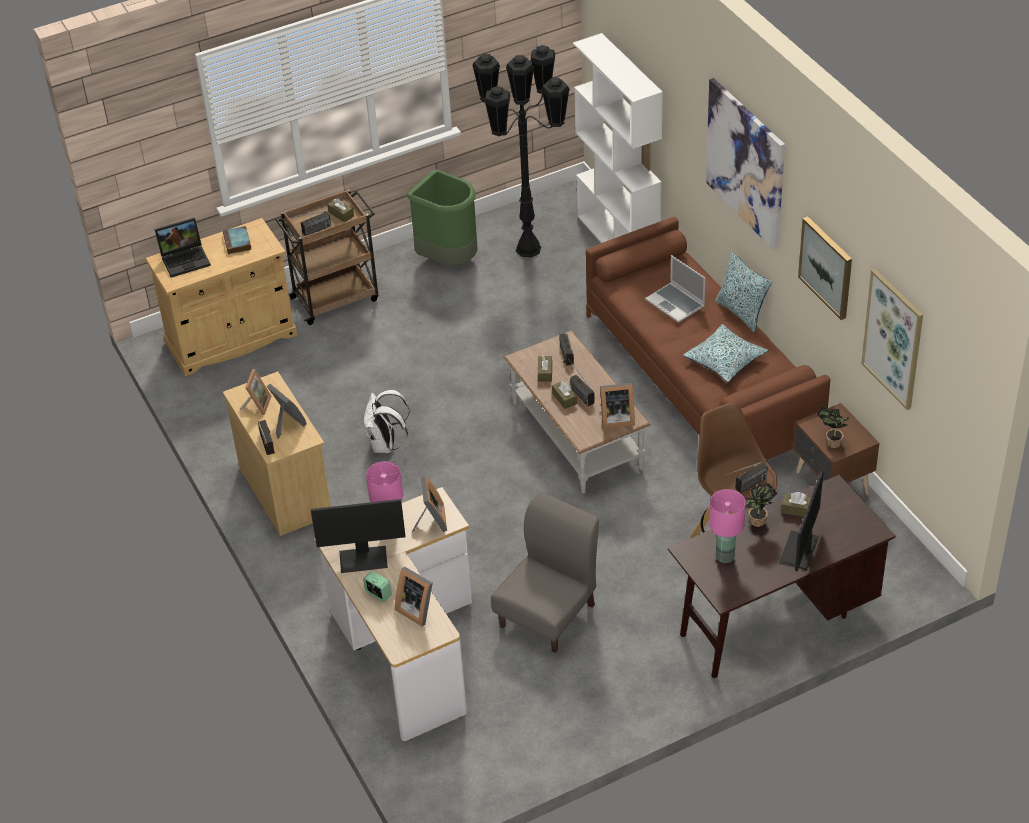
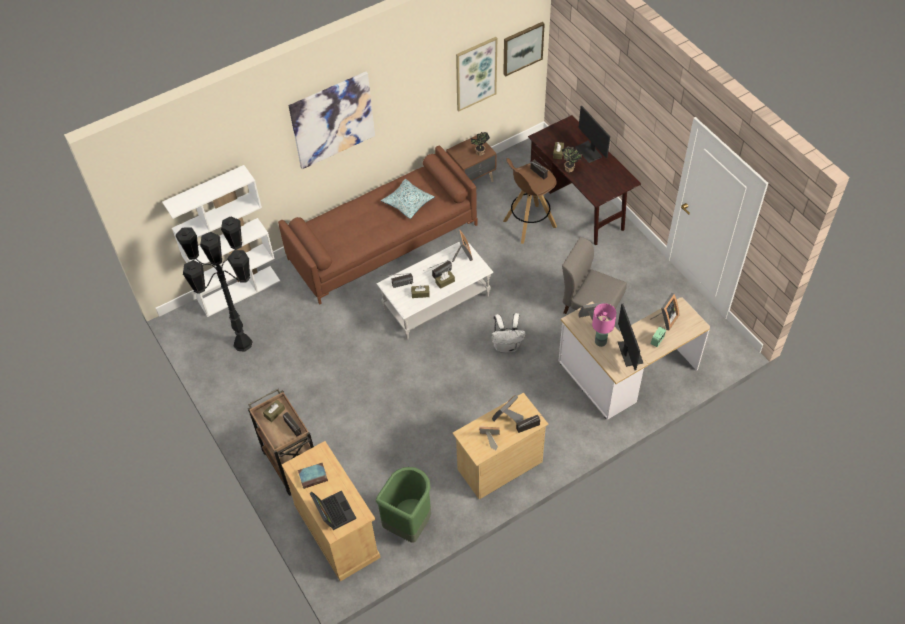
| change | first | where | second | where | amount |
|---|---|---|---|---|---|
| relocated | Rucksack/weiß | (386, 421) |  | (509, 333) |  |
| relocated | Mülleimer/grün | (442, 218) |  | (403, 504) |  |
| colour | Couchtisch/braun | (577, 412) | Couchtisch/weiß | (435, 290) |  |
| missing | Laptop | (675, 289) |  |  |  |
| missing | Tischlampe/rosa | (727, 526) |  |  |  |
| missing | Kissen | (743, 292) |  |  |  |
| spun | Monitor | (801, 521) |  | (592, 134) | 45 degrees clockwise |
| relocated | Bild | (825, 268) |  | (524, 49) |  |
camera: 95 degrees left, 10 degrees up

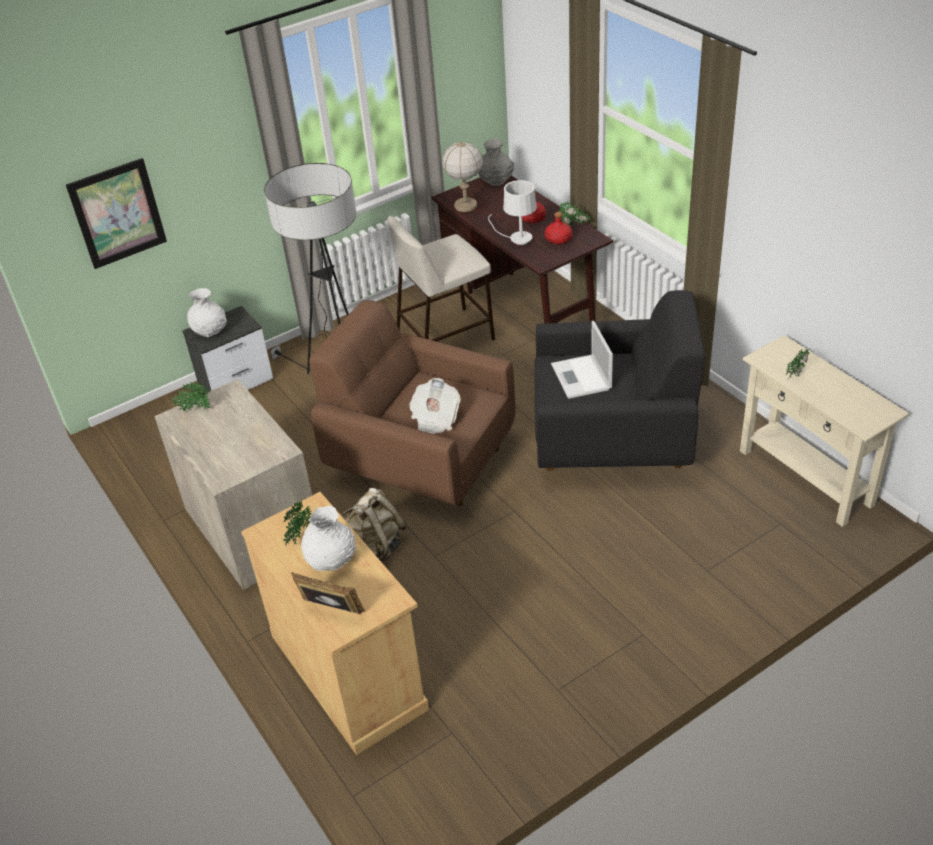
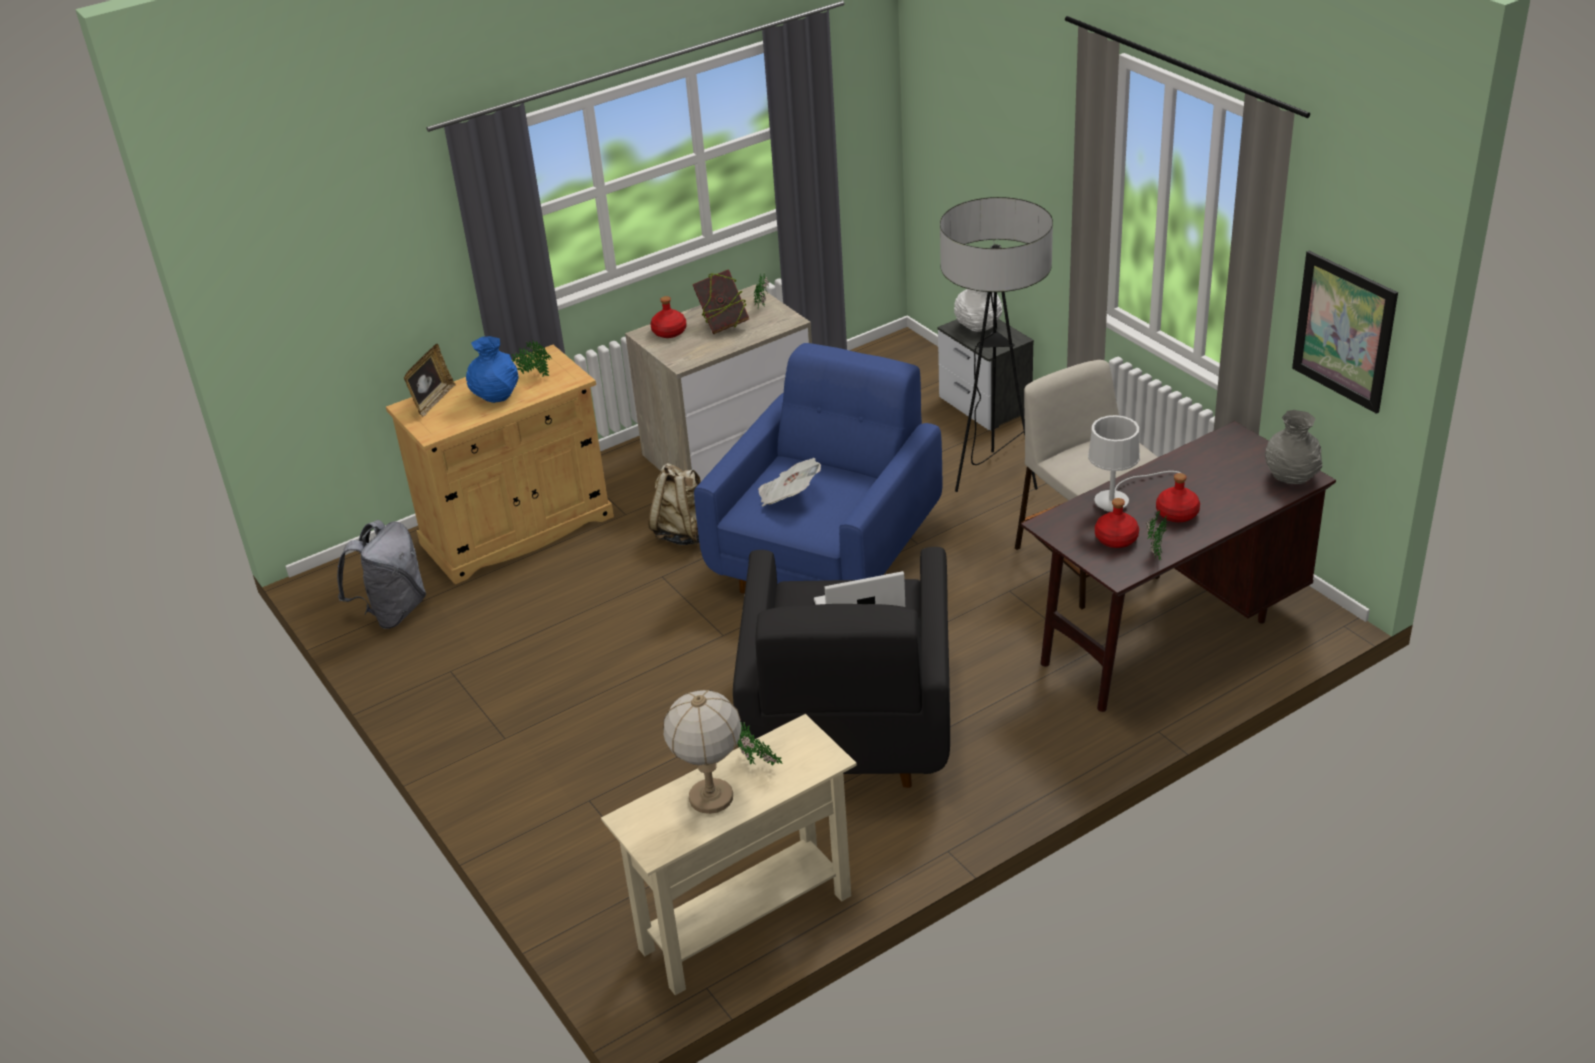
| change | first | where | second | where | amount |
|---|---|---|---|---|---|
| relocated | Bild | (116, 213) |  | (1345, 332) |  |
| colour | Vase/weiß | (328, 538) | Vase/blau | (492, 369) |  |
| colour | Sessel/braun | (412, 403) | Sessel/blau | (818, 468) |  |
| relocated | Tischlampe | (463, 176) |  | (702, 752) |  |
| appeared |  |  | Rucksack/grau | (381, 574) |  |
| appeared |  |  | Flasche/rot | (668, 317) |  |
| appeared |  |  | Buch | (721, 301) |  |
camera: 90 degrees right, 5 degrees down

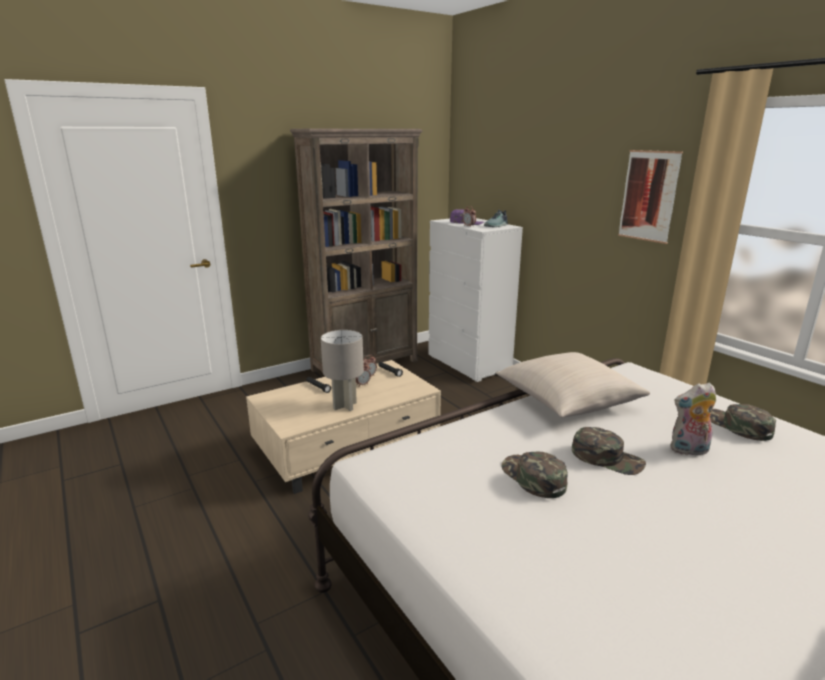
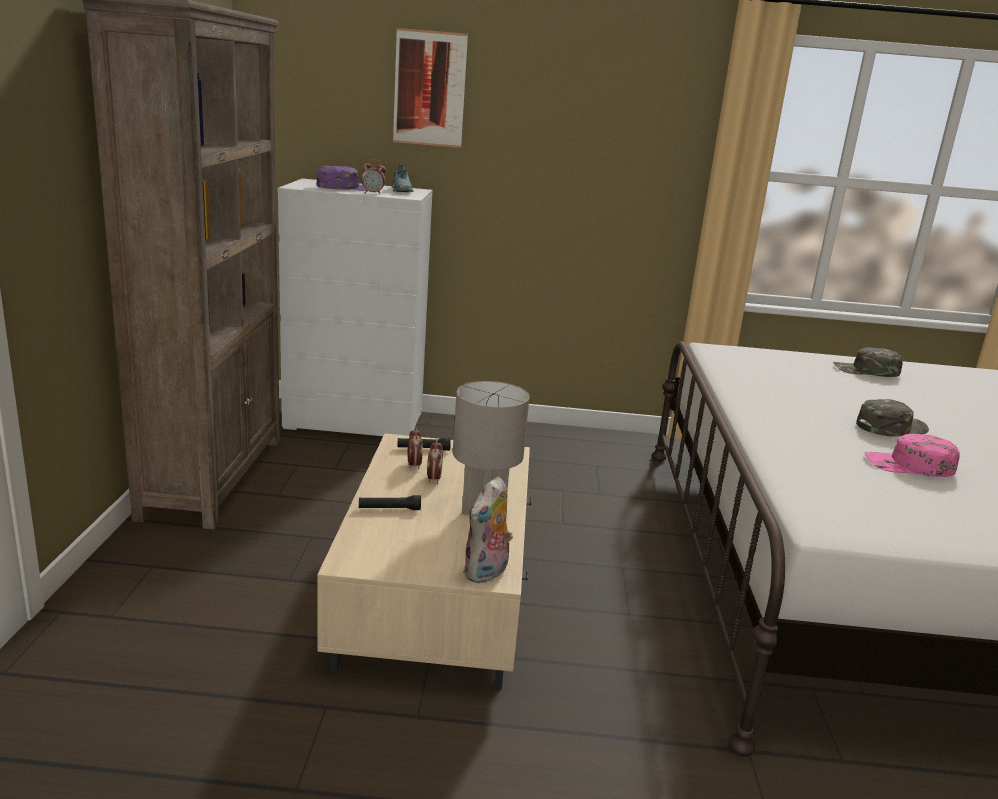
| change | first | where | second | where | amount |
|---|---|---|---|---|---|
| missing | Kissen/beige | (573, 385) |  |  |  |
| colour | Kappe/grün | (535, 474) | Kappe/rosa | (912, 455) |  |
| relocated | Bild | (650, 197) |  | (430, 88) |  |
| relocated | Plüschtier | (693, 418) |  | (488, 530) |  |
camera: 55 degrees left, 0 degrees up

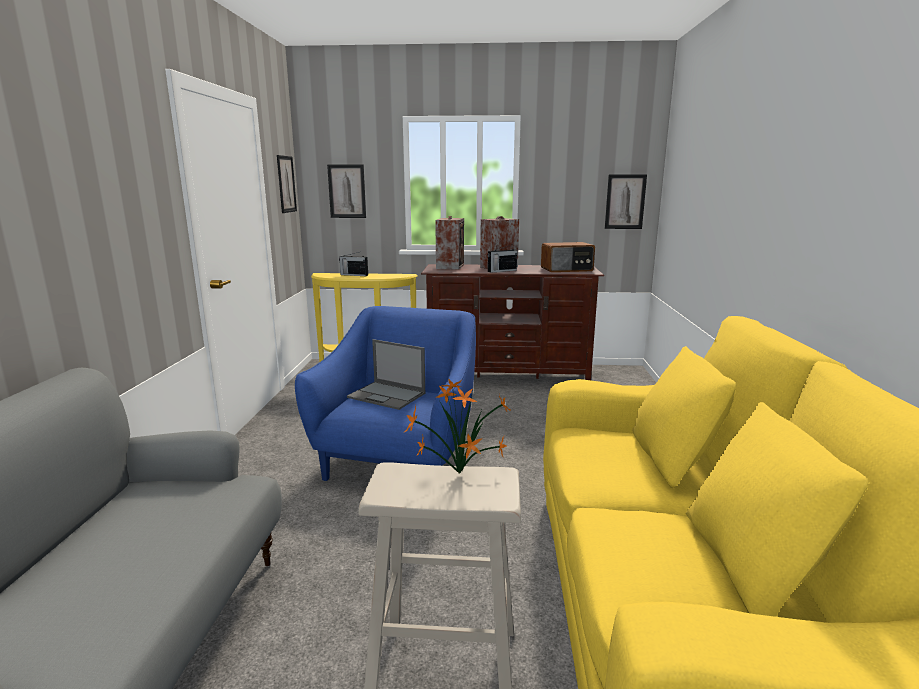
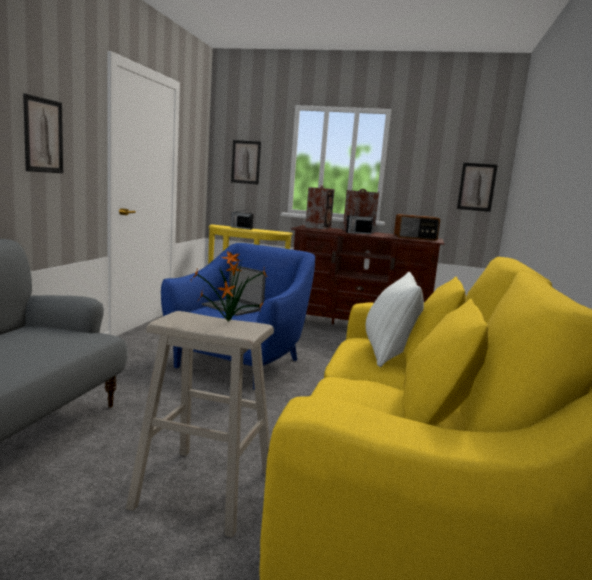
| change | first | where | second | where | amount |
|---|---|---|---|---|---|
| relocated | Bild | (287, 184) |  | (43, 133) |  |
| appeared |  |  | Kissen/weiß | (395, 319) |  |
camera: 10 degrees right, 5 degrees down

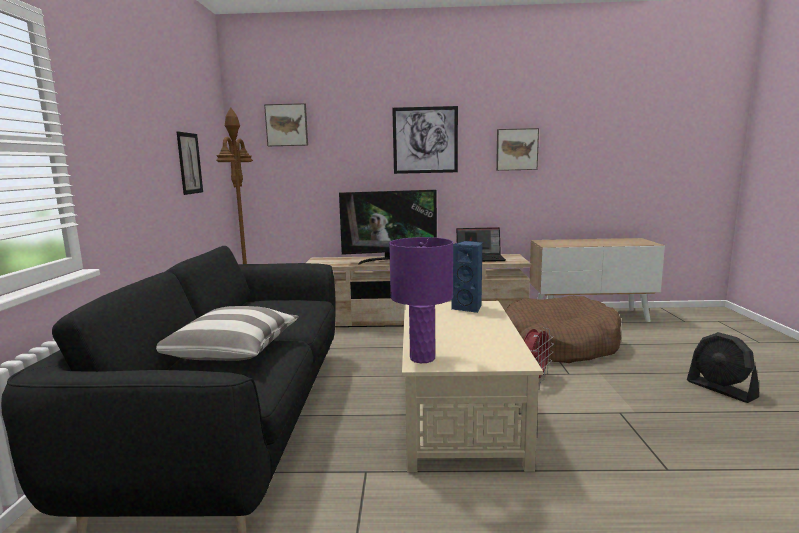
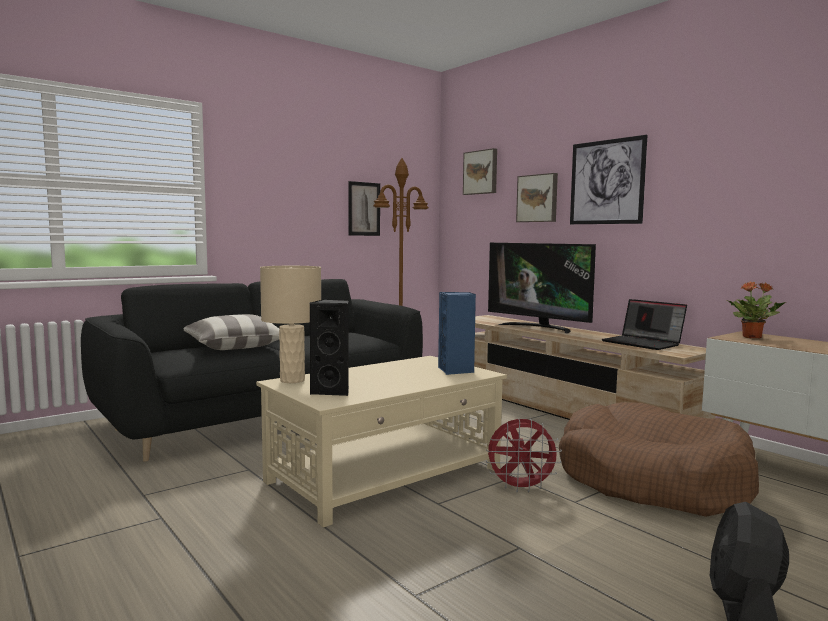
| change | first | where | second | where | amount |
|---|---|---|---|---|---|
| colour | Tischlampe/lila | (421, 300) | Tischlampe/beige | (290, 324) |  |
| relocated | Bild | (517, 149) |  | (537, 197) |  |
| appeared |  |  | Lautsprecher/schwarz | (329, 347) |  |
| appeared |  |  | Topfpflanze | (757, 310) |  |
camera: 50 degrees right, 5 degrees down

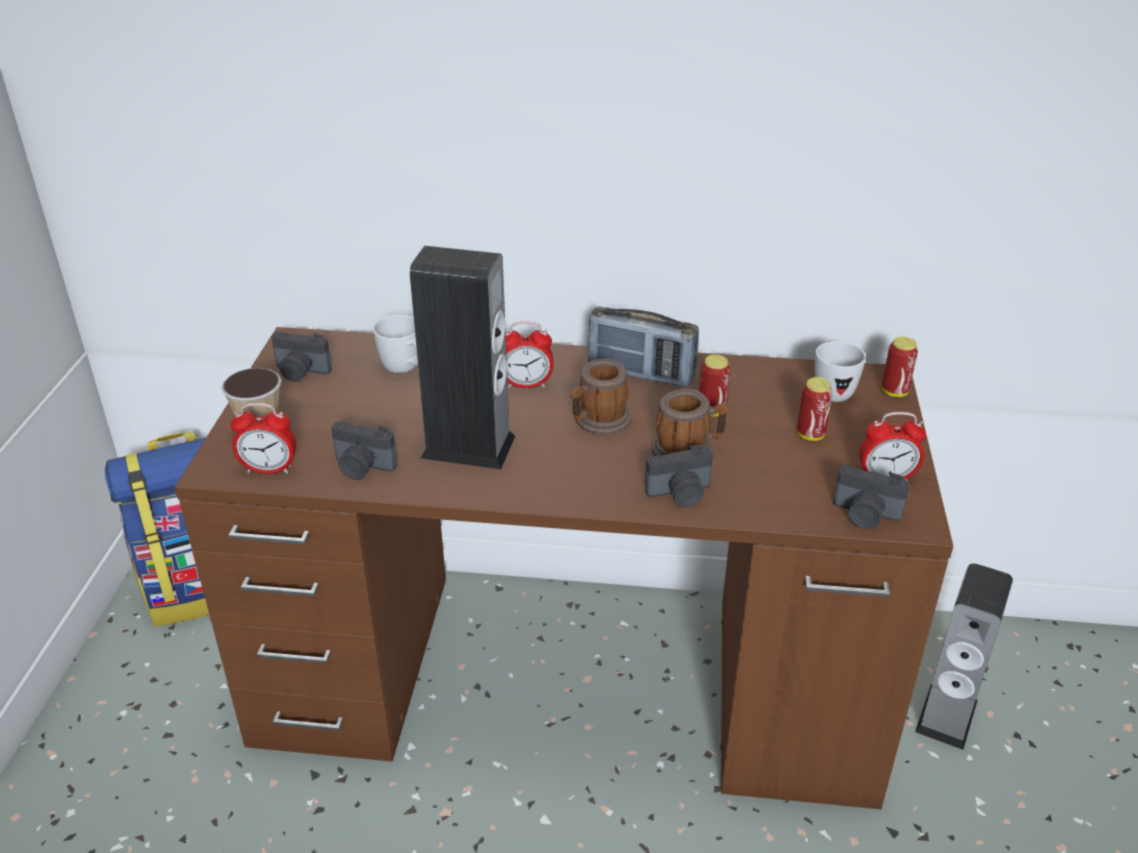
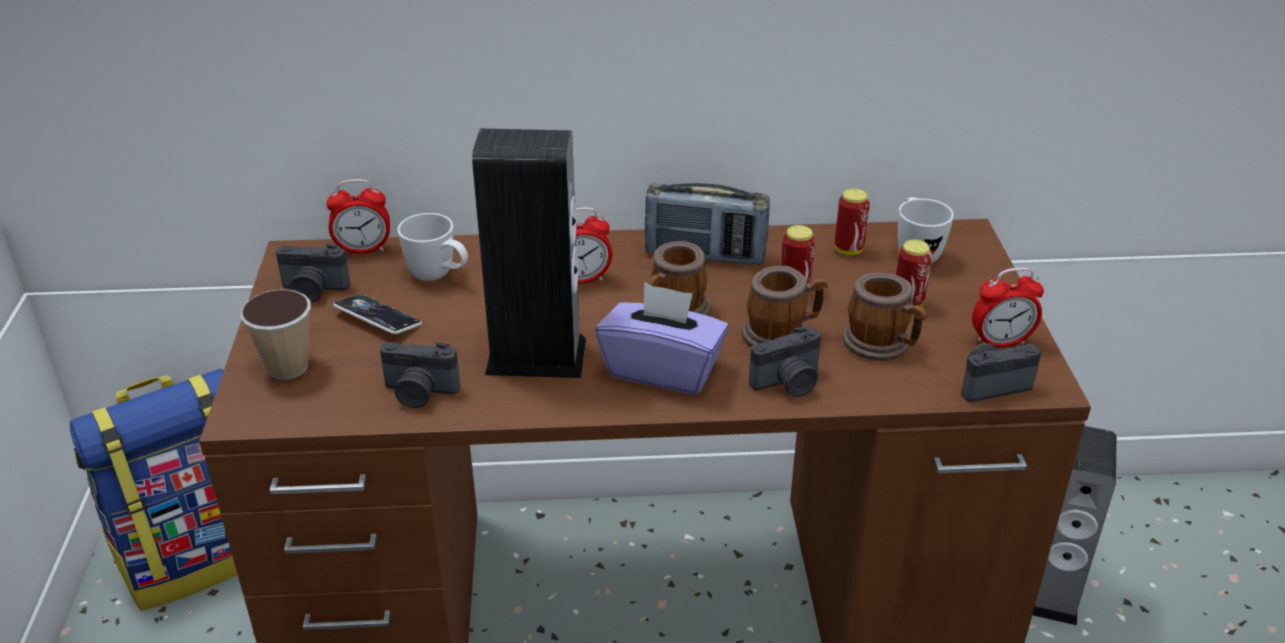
| change | first | where | second | where | amount |
|---|---|---|---|---|---|
| relocated | Wecker | (263, 438) |  | (358, 216) |  |
| spun | Kamera | (871, 497) |  | (1001, 372) | 150 degrees clockwise |
| relocated | Dose | (900, 367) |  | (852, 221) |  |
| appeared |  |  | Handy | (377, 314) |  |
| appeared |  |  | Taschentuchbox/lila | (662, 338) |  |
| appeared |  |  | Henkelbecher | (884, 317) |  |
camera: 10 degrees left, 0 degrees up

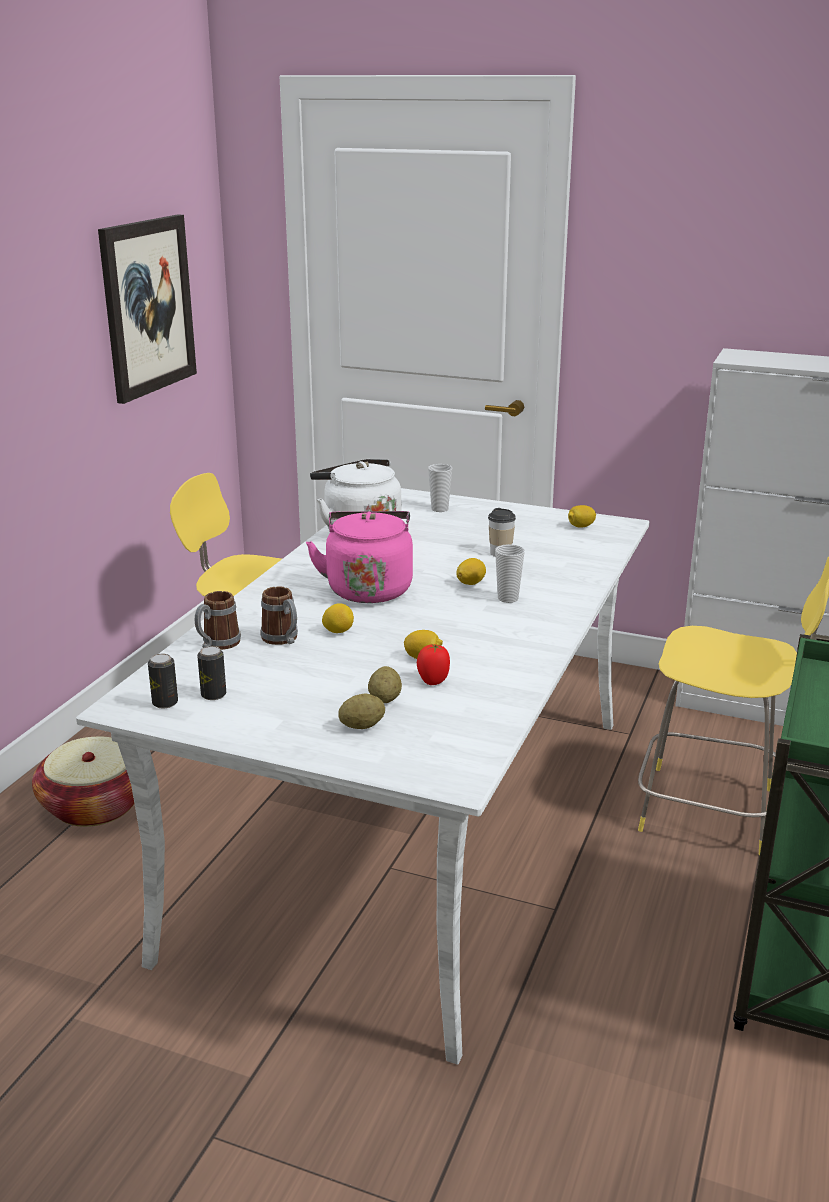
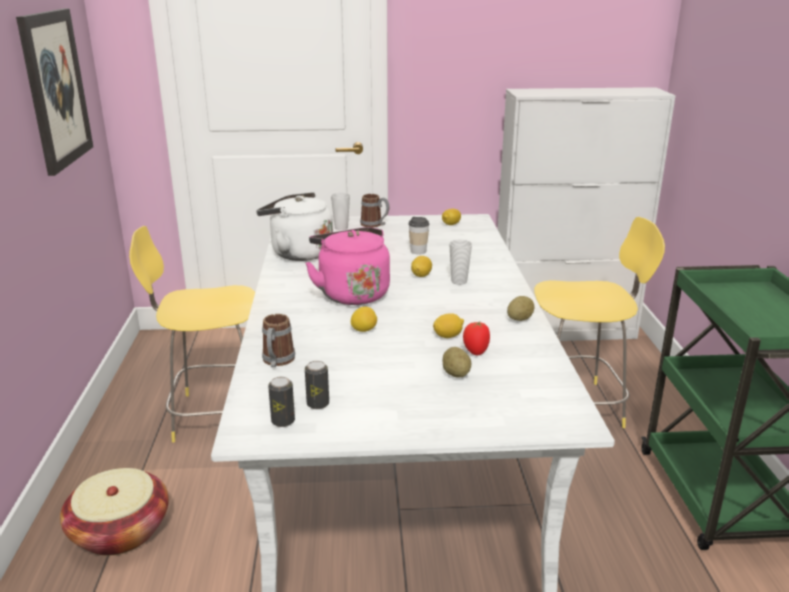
| change | first | where | second | where | amount |
|---|---|---|---|---|---|
| relocated | Henkelbecher | (279, 615) |  | (374, 211) |  |
| relocated | Kartoffel | (361, 711) |  | (521, 308) |  |
camera: 25 degrees left, 0 degrees up

